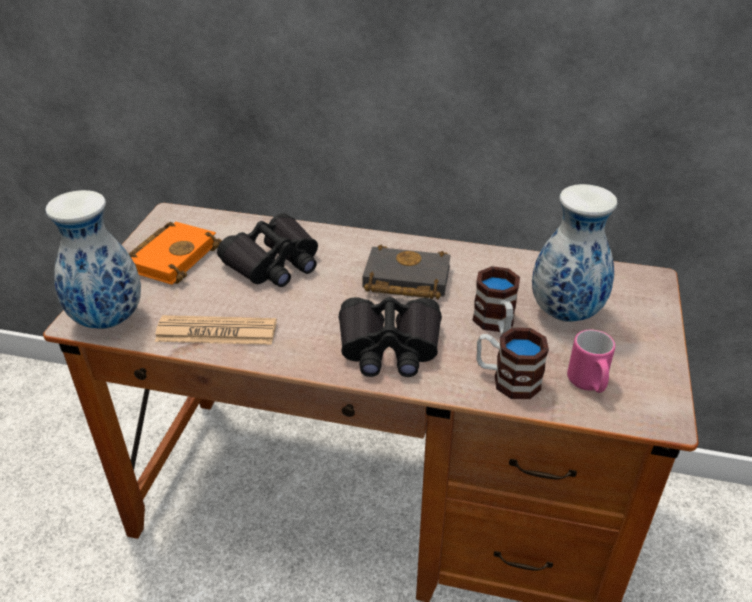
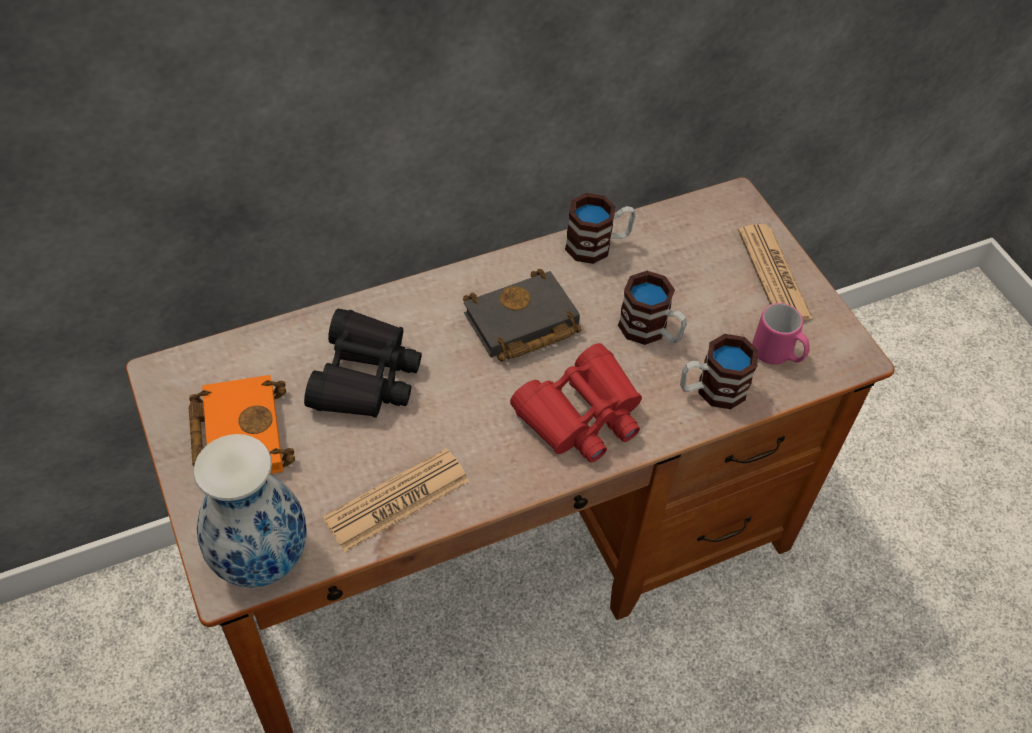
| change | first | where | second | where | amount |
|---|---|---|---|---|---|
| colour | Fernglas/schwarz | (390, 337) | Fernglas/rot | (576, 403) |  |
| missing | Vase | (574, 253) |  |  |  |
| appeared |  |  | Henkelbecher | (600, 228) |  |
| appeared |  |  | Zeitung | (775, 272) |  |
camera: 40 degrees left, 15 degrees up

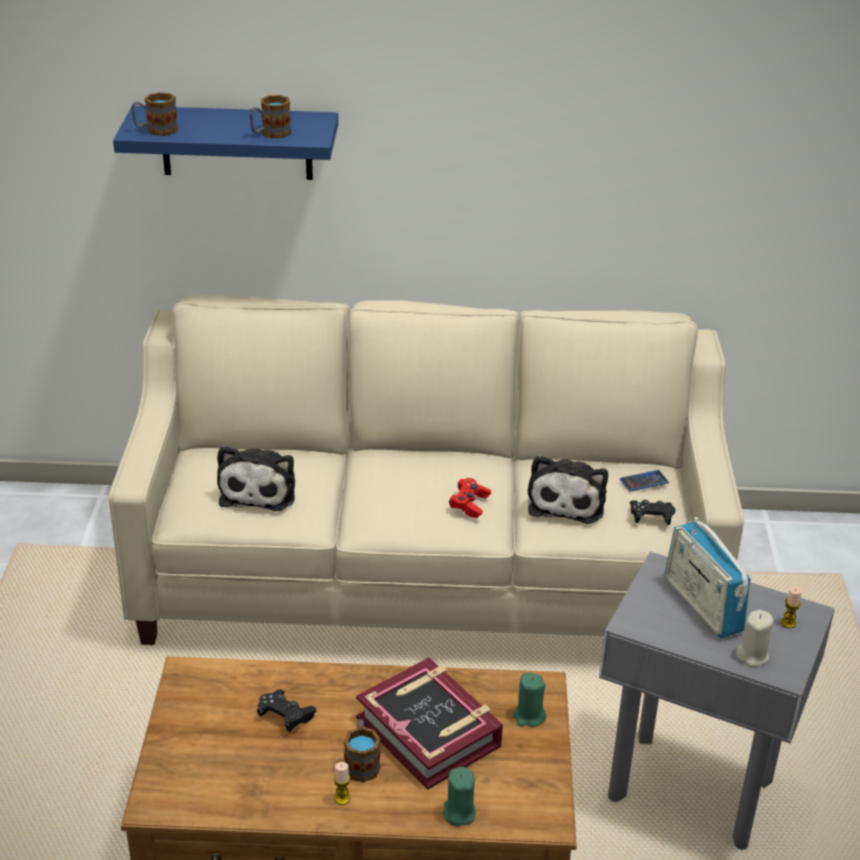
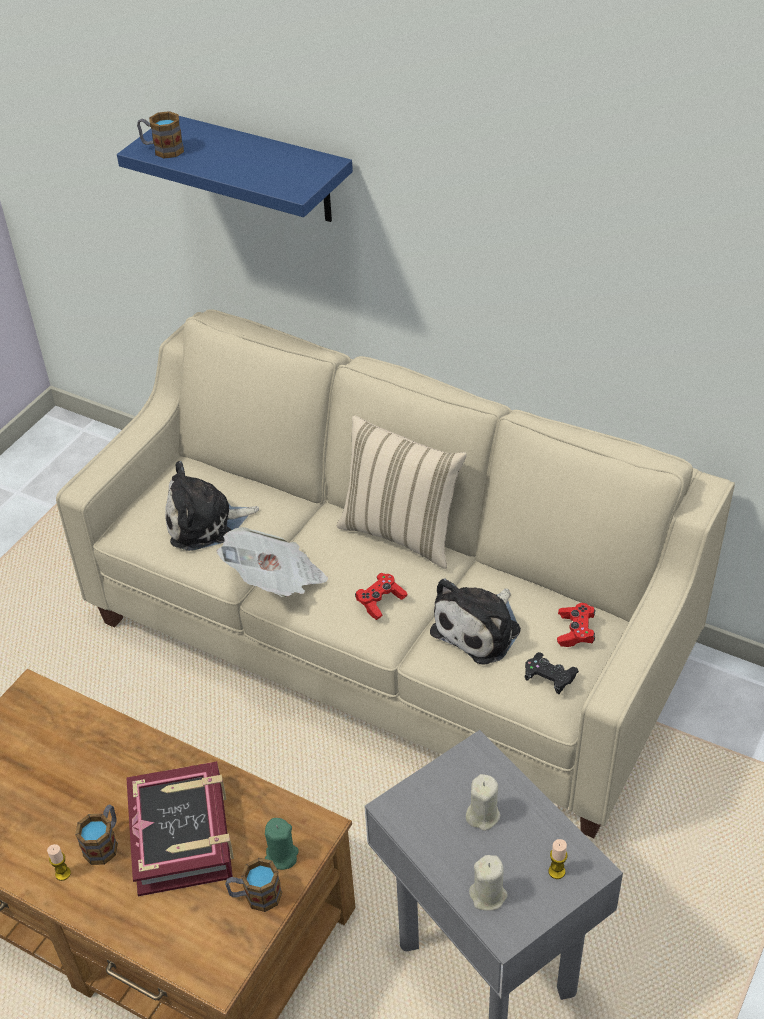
| change | first | where | second | where | amount |
|---|---|---|---|---|---|
| spun | Plüschtier | (256, 478) |  | (212, 506) | 45 degrees clockwise |
| relocated | Henkelbecher | (270, 116) |  | (253, 885) |  |
| missing | Gamepad/schwarz | (287, 710) |  |  |  |
| missing | Kerze/grün | (459, 796) |  |  |  |
| exchanged | Handy | (644, 480) | Gamepad/rot | (576, 625) |  |
| exchanged | Radio | (708, 577) | Kerze/beige | (483, 802) |  |
| appeared |  |  | Zeitung | (272, 562) |  |
| appeared |  |  | Kissen/beige | (402, 492) |  |
camera: 30 degrees right, 10 degrees up

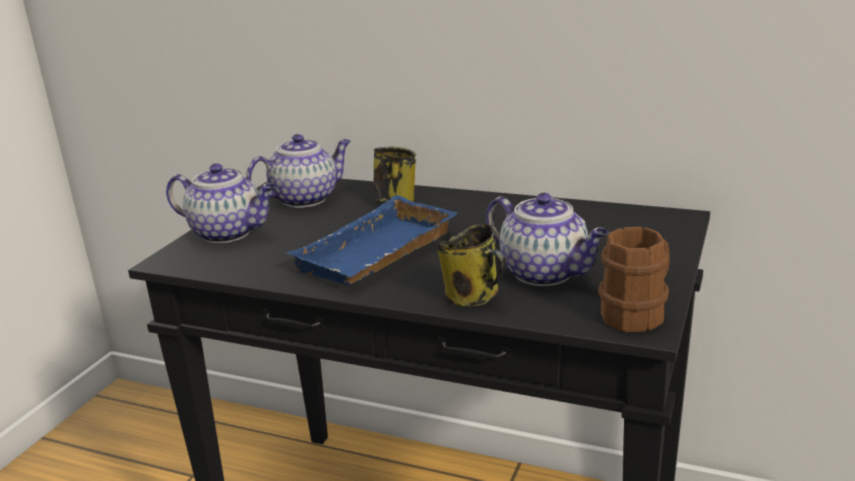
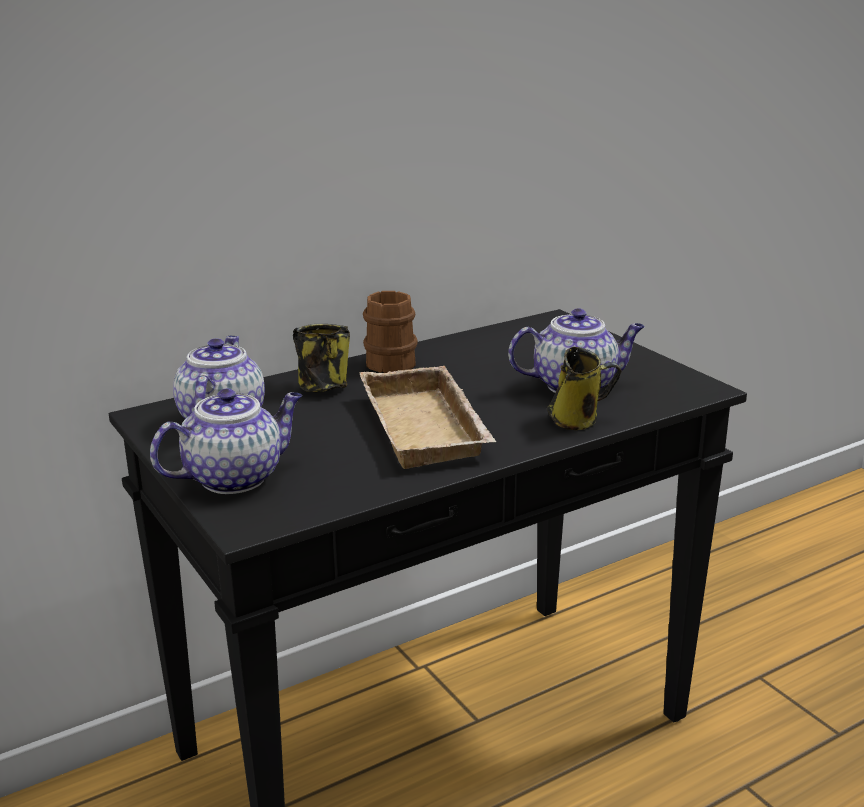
| change | first | where | second | where | amount |
|---|---|---|---|---|---|
| colour | Tablett/blau | (371, 240) | Tablett/beige | (428, 417) |  |
| relocated | Henkelbecher/braun | (634, 279) |  | (390, 332) |  |
camera: 55 degrees left, 0 degrees up

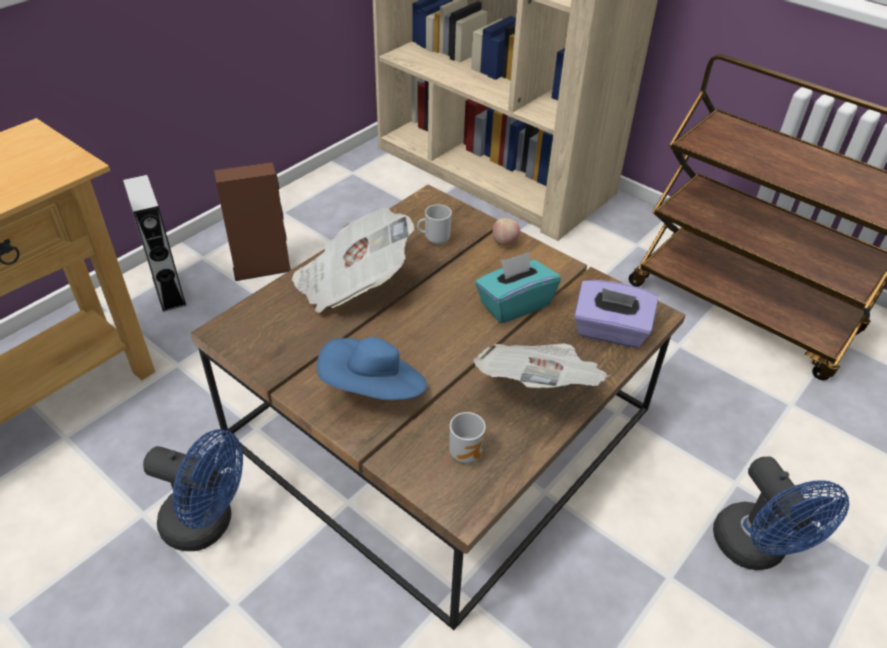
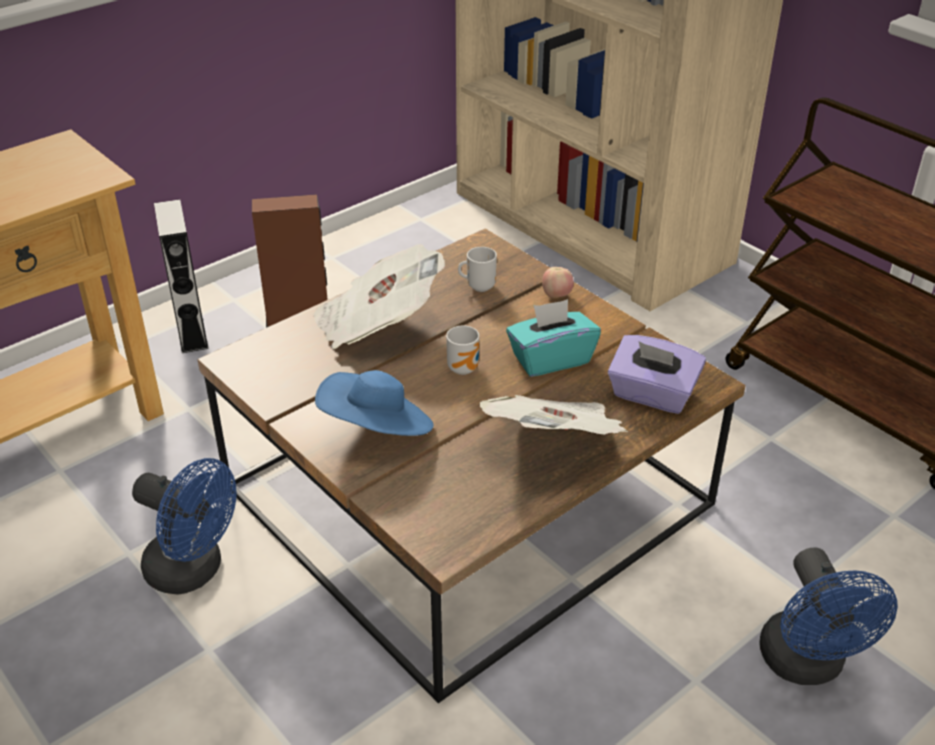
| change | first | where | second | where | amount |
|---|---|---|---|---|---|
| relocated | Henkelbecher | (467, 437) |  | (462, 350) |  |
camera: 10 degrees right, 5 degrees down

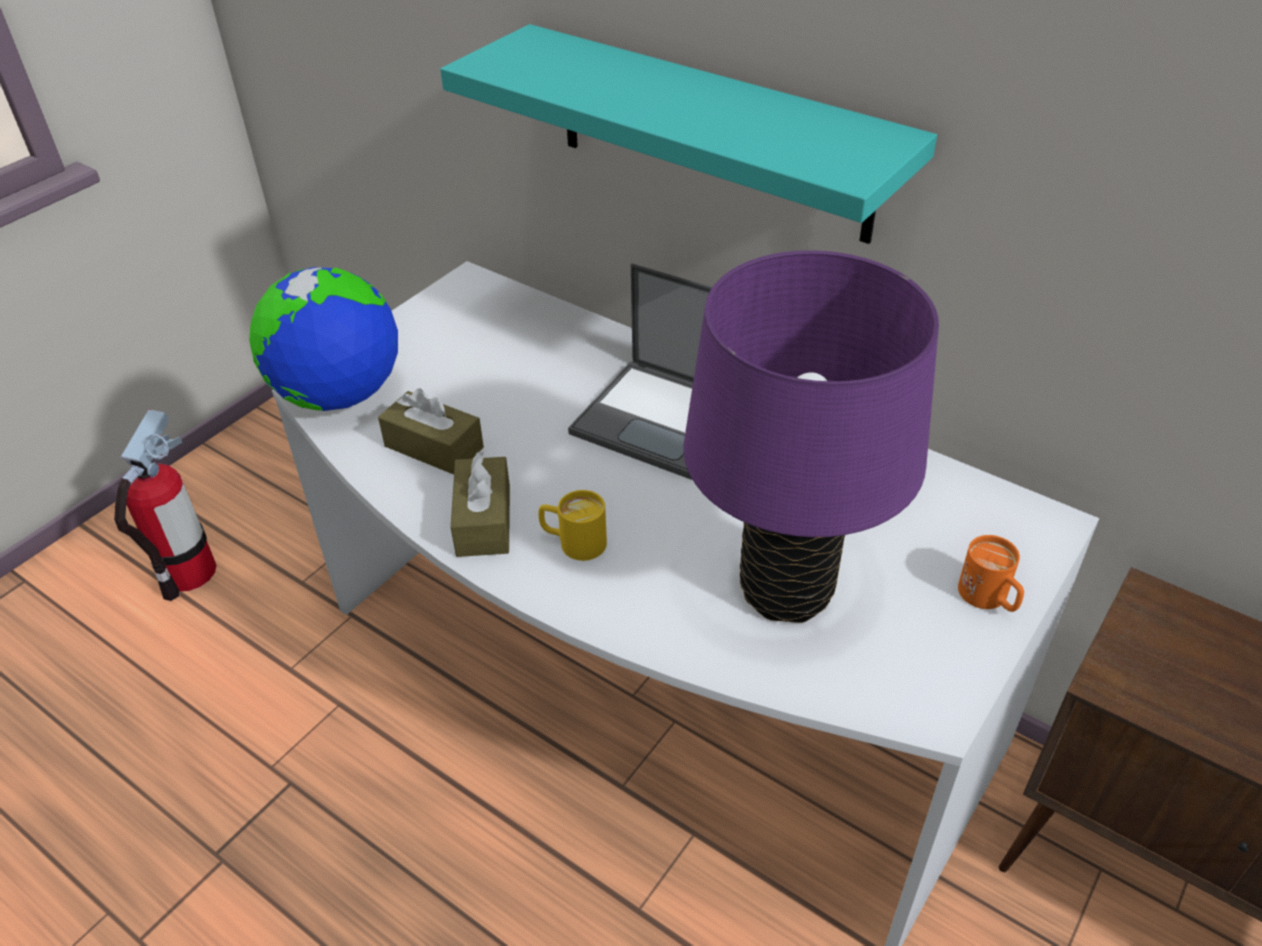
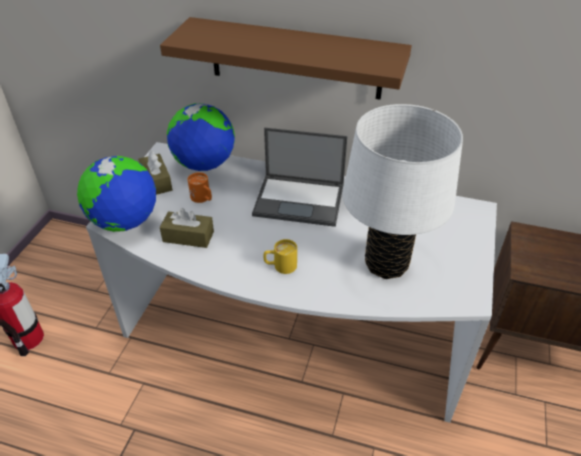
| change | first | where | second | where | amount |
|---|---|---|---|---|---|
| colour | Wandregal/türkis | (688, 134) | Wandregal/braun | (286, 58) |  |
| relocated | Taschentuchbox/braun | (480, 504) |  | (155, 173) |  |
| colour | Tischlampe/lila | (811, 436) | Tischlampe/weiß | (402, 191) |  |
| relocated | Henkelbecher/orange | (991, 573) |  | (200, 187) |  |
| appeared |  |  | Globus | (201, 137) |  |
camera: 20 degrees left, 0 degrees up

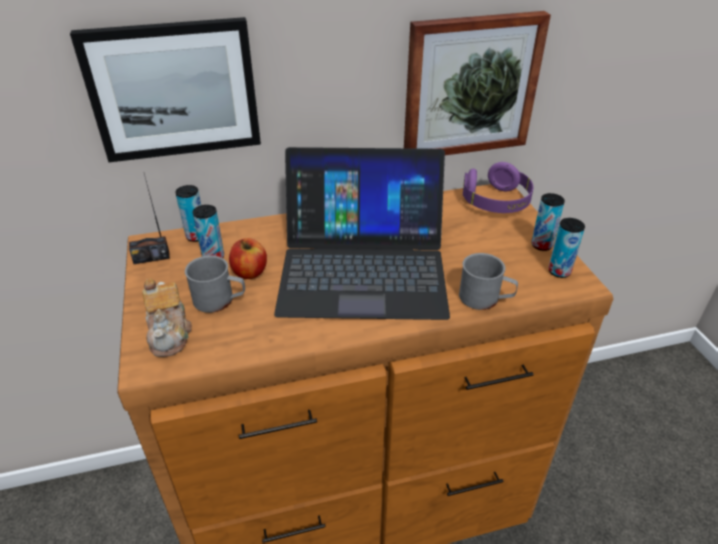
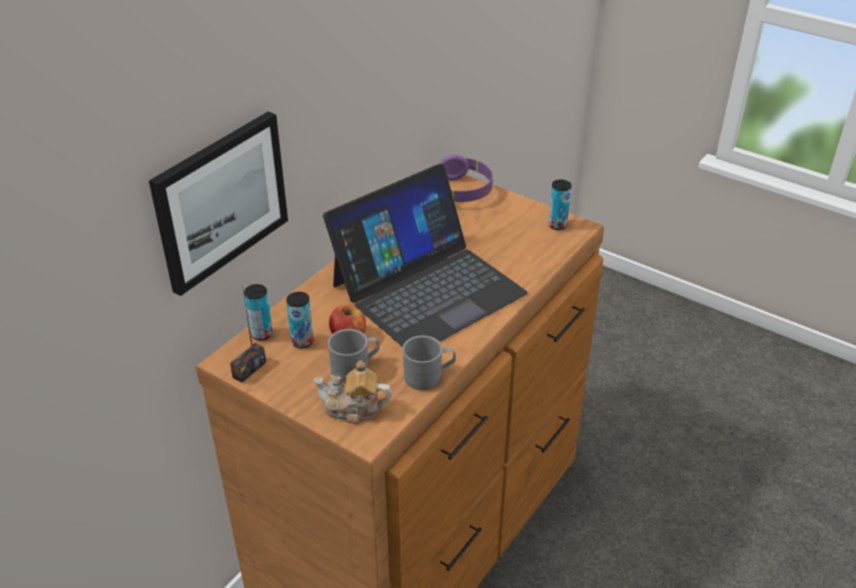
| change | first | where | second | where | amount |
|---|---|---|---|---|---|
| spun | Teekanne | (167, 317) |  | (352, 392) | 150 degrees clockwise |
| missing | Bild | (477, 83) |  |  |  |
| relocated | Henkelbecher/grau | (488, 281) |  | (429, 362) |  |
| missing | Dose | (548, 222) |  |  |  |
camera: 40 degrees left, 0 degrees up

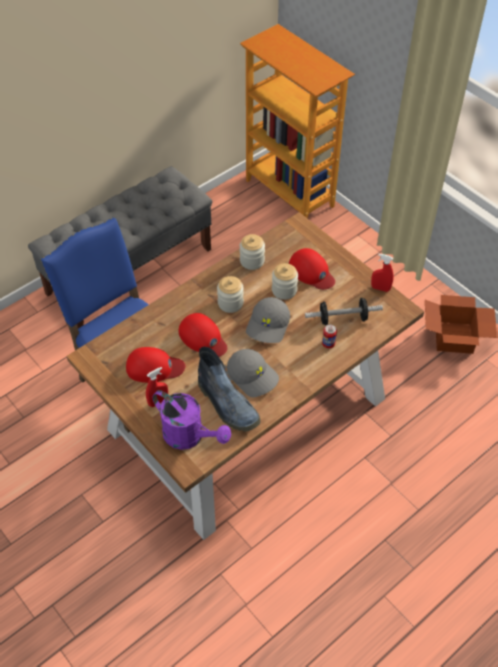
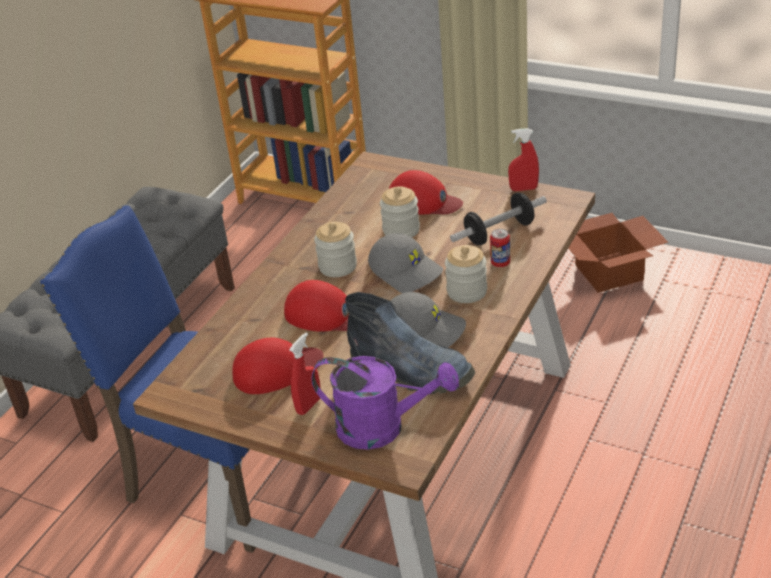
| change | first | where | second | where | amount |
|---|---|---|---|---|---|
| relocated | Vorratsglas | (252, 252) |  | (466, 274) |  |
| spun | Kappe/grau | (268, 320) |  | (405, 263) | 45 degrees counterclockwise |
camera: 20 degrees left, 15 degrees down

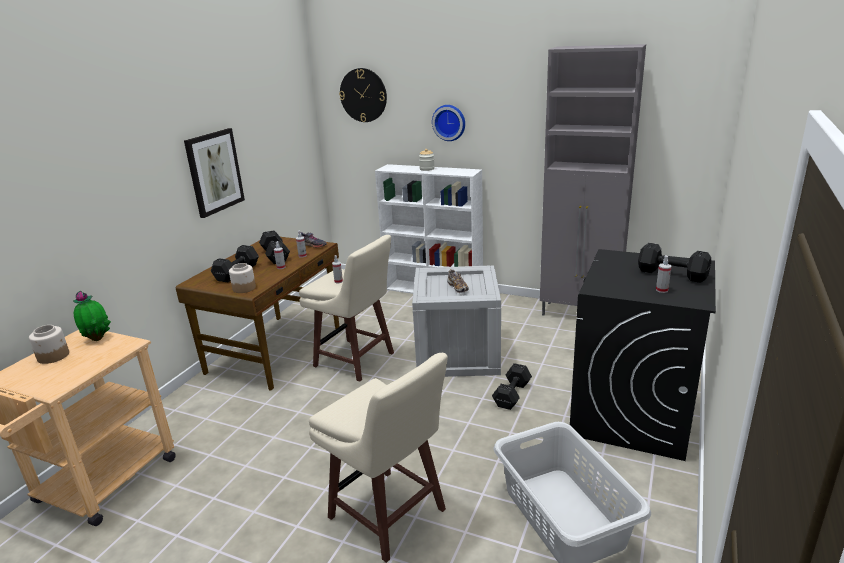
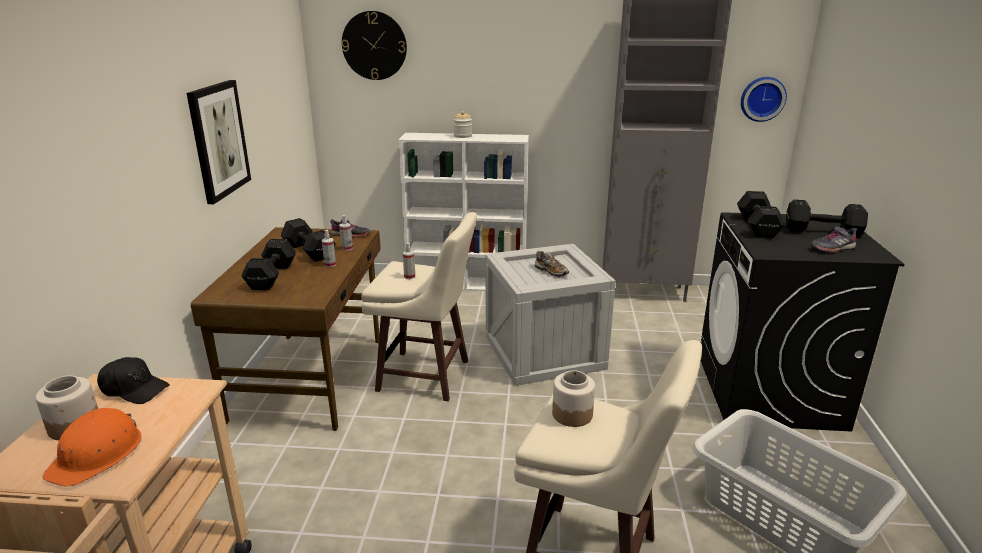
| change | first | where | second | where | amount |
|---|---|---|---|---|---|
| exchanged | Topfpflanze | (92, 316) | Kappe/schwarz | (133, 380) |  |
| relocated | Vorratsglas | (242, 278) |  | (573, 398) |  |
| relocated | Wanduhr | (448, 123) |  | (764, 99) |  |
| relocated | Hantel/schwarz | (512, 386) |  | (761, 214) |  |
| exchanged | Sprühflasche | (663, 274) | Schuh/grau | (833, 239) |  |
| appeared |  |  | Schutzhelm/orange | (92, 447) |  |
camera: 20 degrees left, 0 degrees up

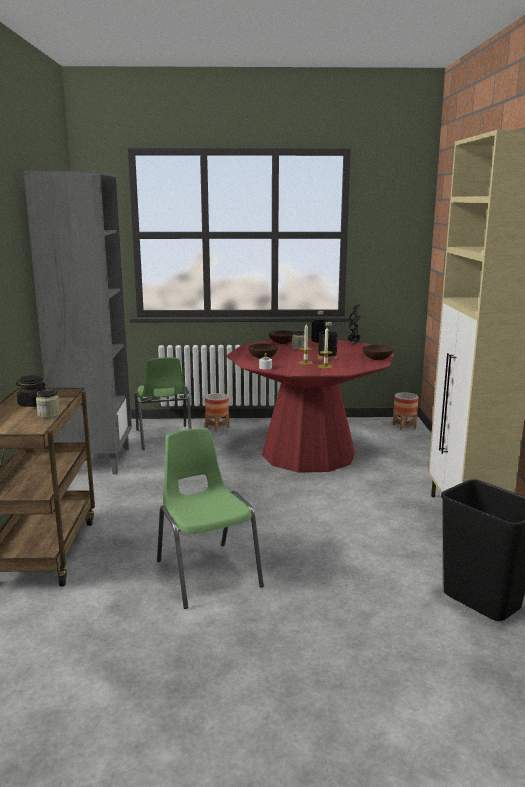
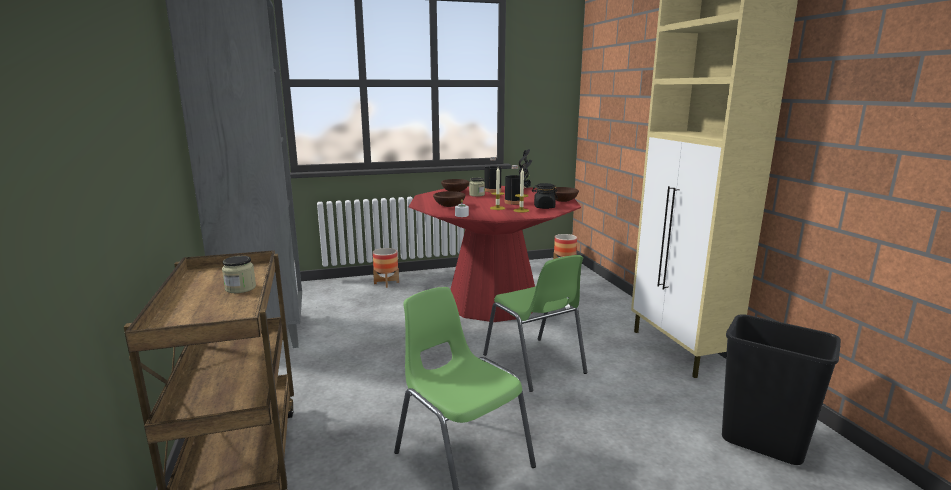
| change | first | where | second | where | amount |
|---|---|---|---|---|---|
| relocated | Vorratsglas/schwarz | (31, 391) |  | (545, 196) |  |
| relocated | Stuhl/grün | (163, 403) |  | (535, 323) |  |
camera: 15 degrees left, 0 degrees up

